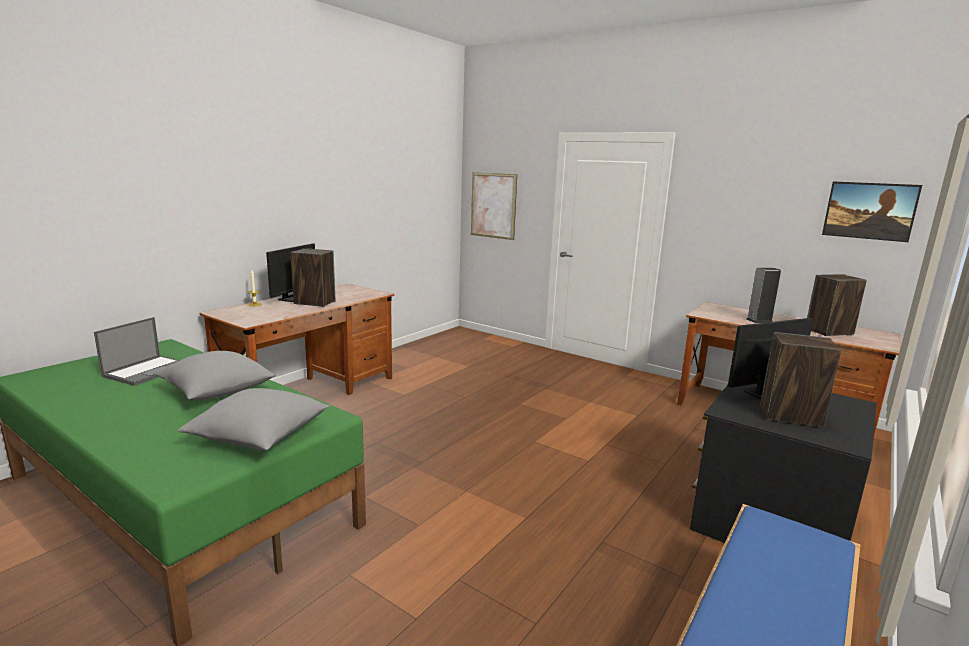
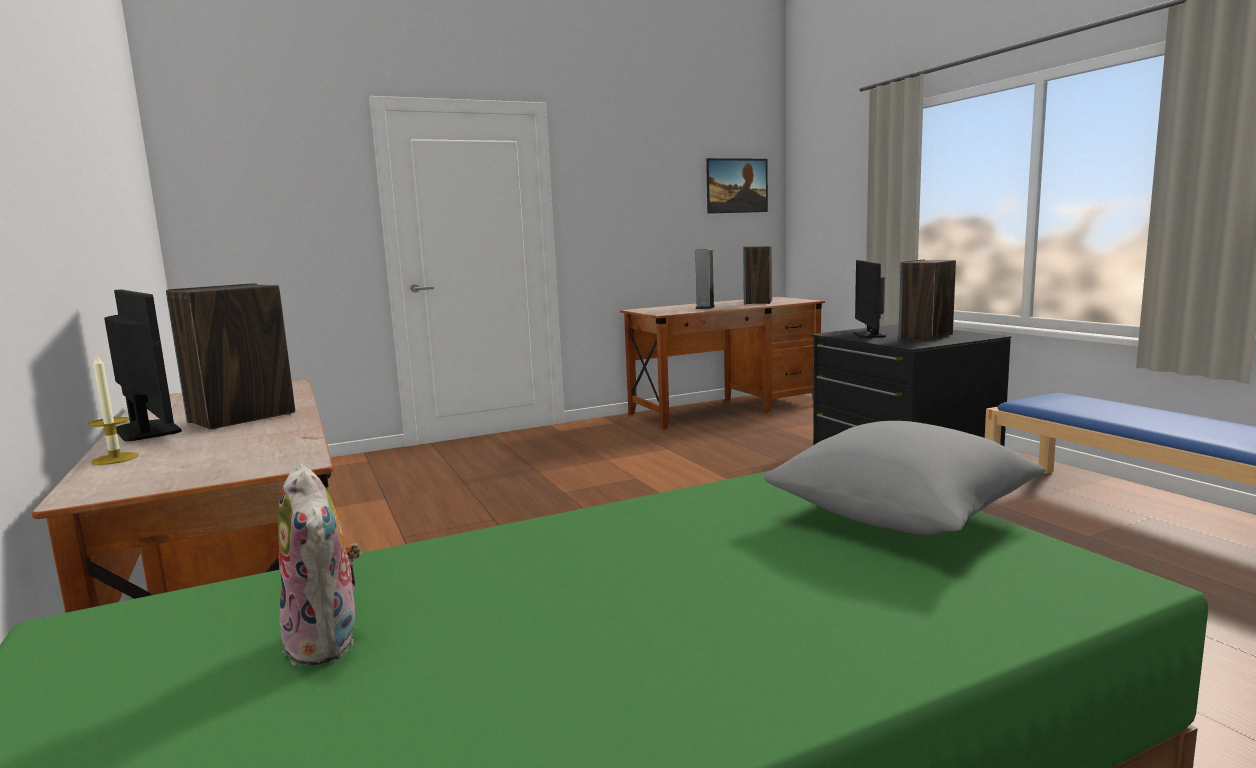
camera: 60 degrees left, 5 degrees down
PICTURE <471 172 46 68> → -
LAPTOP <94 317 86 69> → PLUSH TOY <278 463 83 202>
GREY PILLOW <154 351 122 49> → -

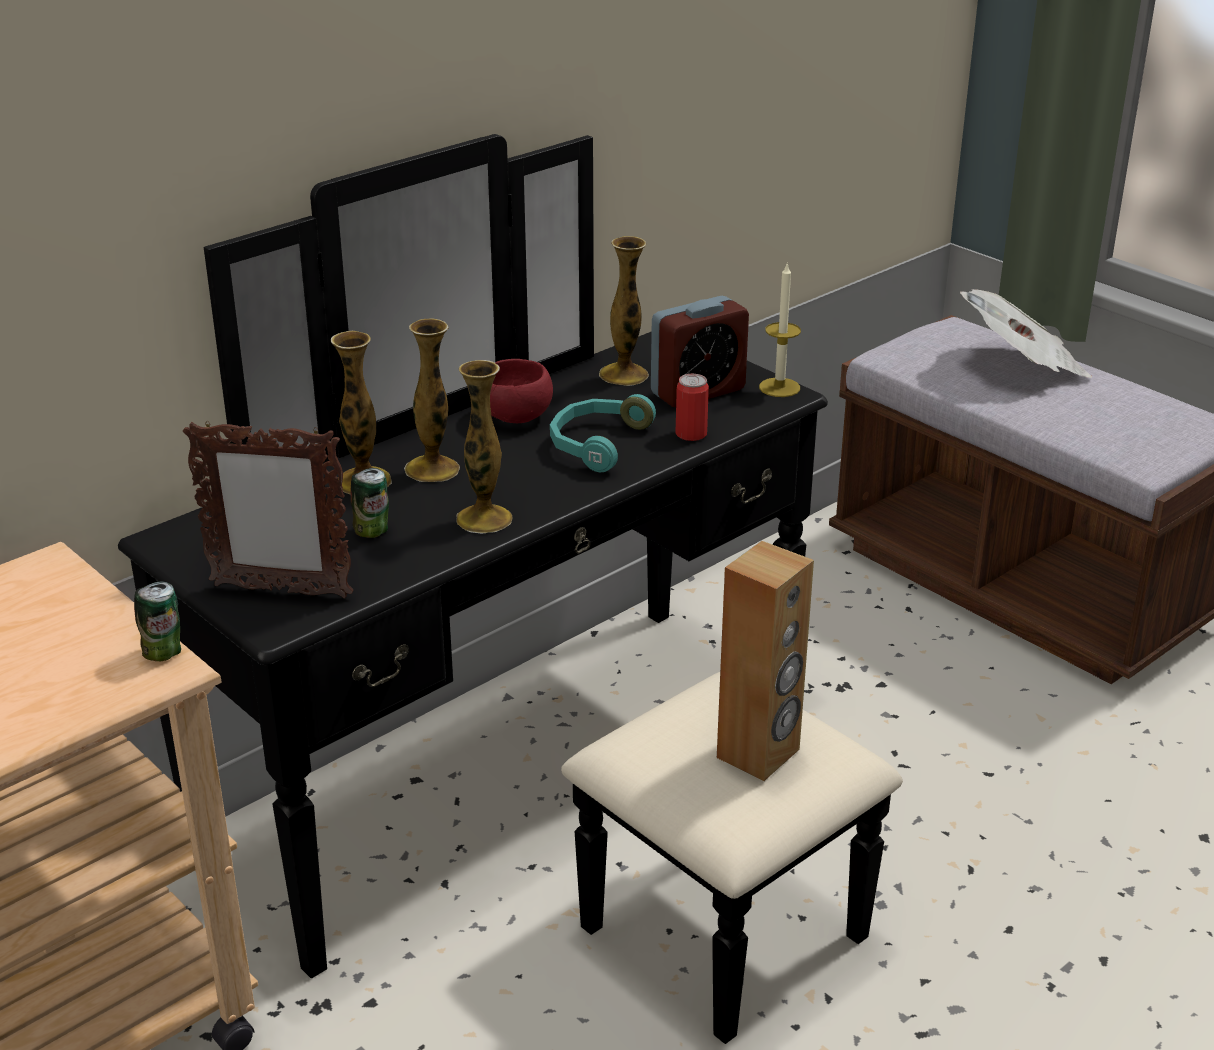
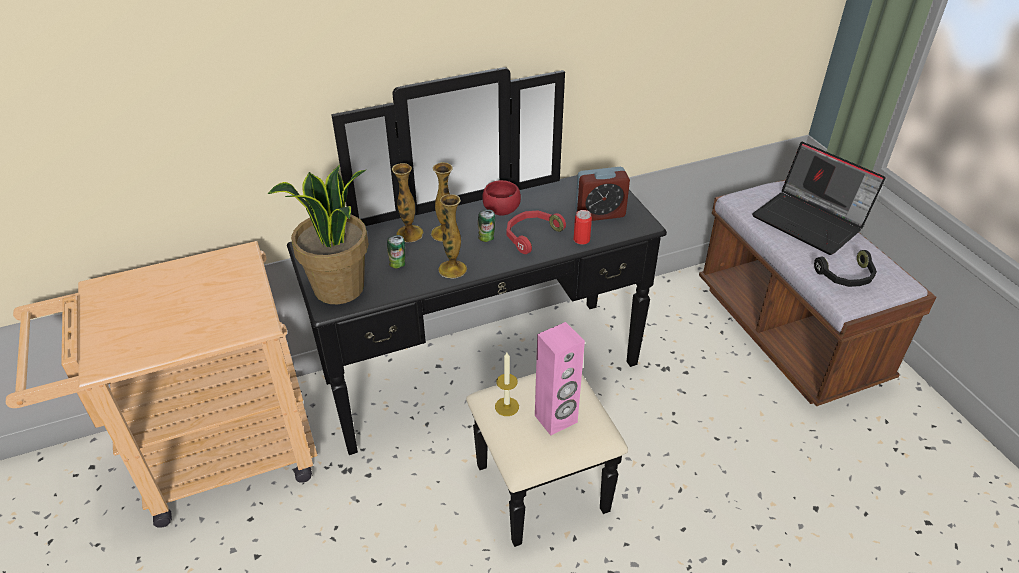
camera: 20 degrees right, 10 degrees up
VASE <599 236 50 150> → -
CANDLE <759 264 42 133> → CANDLE <495 352 24 64>, shifted
NEWSPAPER <960 289 133 89> → LAPTOP <752 142 134 113>
TURQUOISE HEADPHONES <550 394 106 78> → RED HEADPHONES <507 210 59 44>
PICTURE FRAME <183 421 170 178> → POTTED PLANT <267 165 102 139>
BROWN SPEAKER <717 541 97 240> → PINK SPEAKER <535 322 50 113>
CAN <134 581 47 80> → CAN <478 210 18 32>, shifted
- → BLACK HEADPHONES <814 250 63 37>

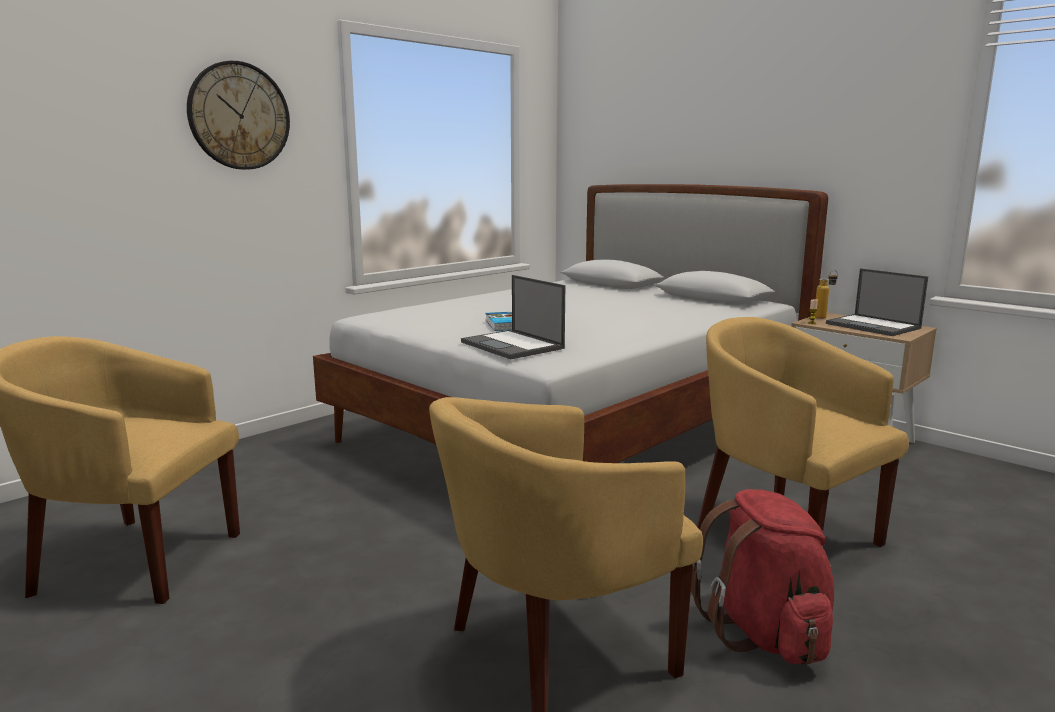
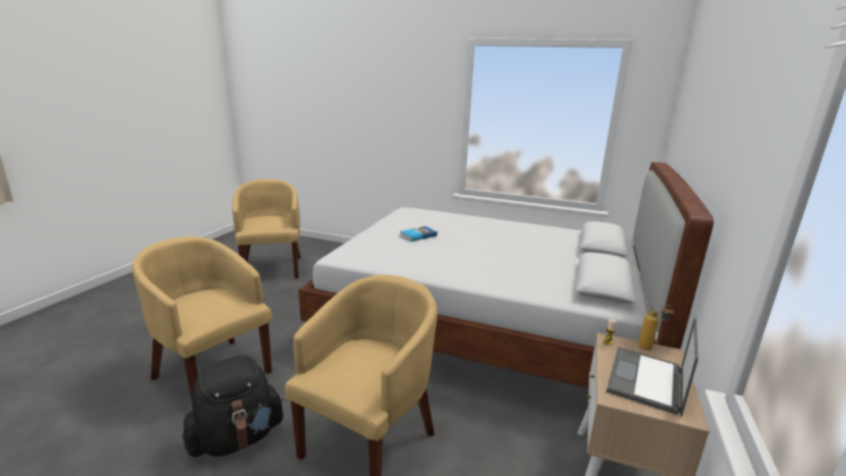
camera: 65 degrees right, 5 degrees up
WALL CLOCK <187 61 103 109> → -
LAPTOP <461 275 104 84> → -
RED BACKPACK <691 489 143 176> → BLACK BACKPACK <182 355 102 102>

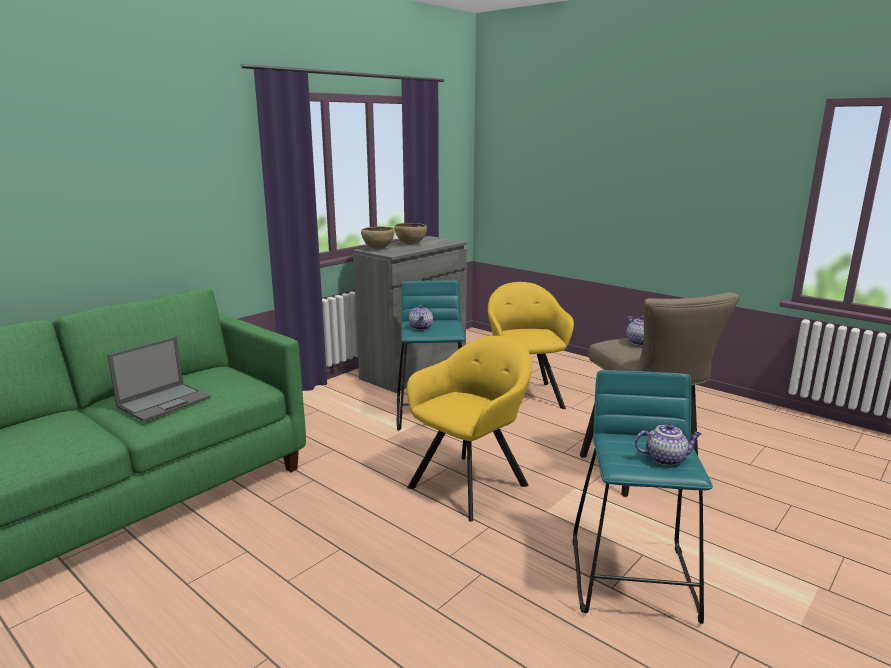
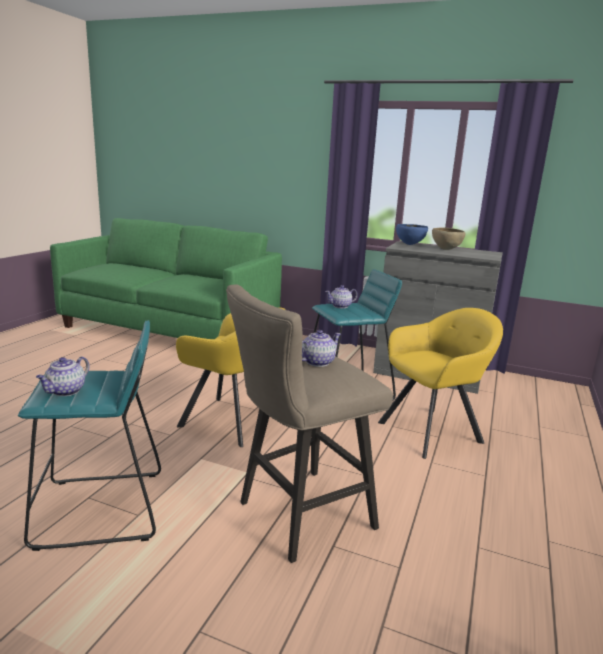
camera: 70 degrees right, 0 degrees up
BROWN BOWL <361 226 34 24> → BLUE BOWL <396 224 32 21>
LAPTOP <107 337 104 85> → -
TEAPOT <634 424 67 42> → TEAPOT <36 357 54 39>, 45 degrees clockwise

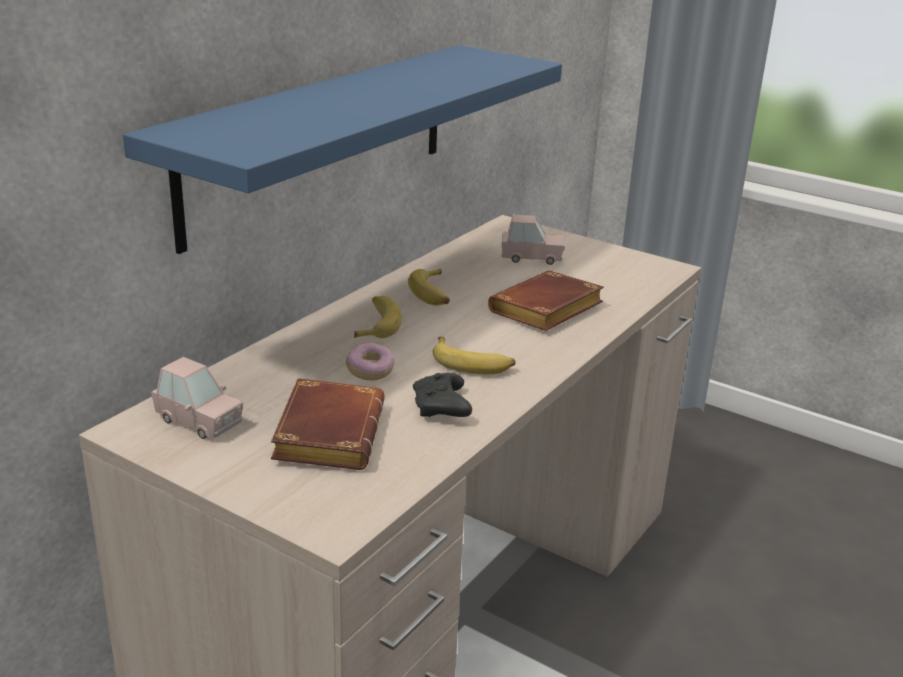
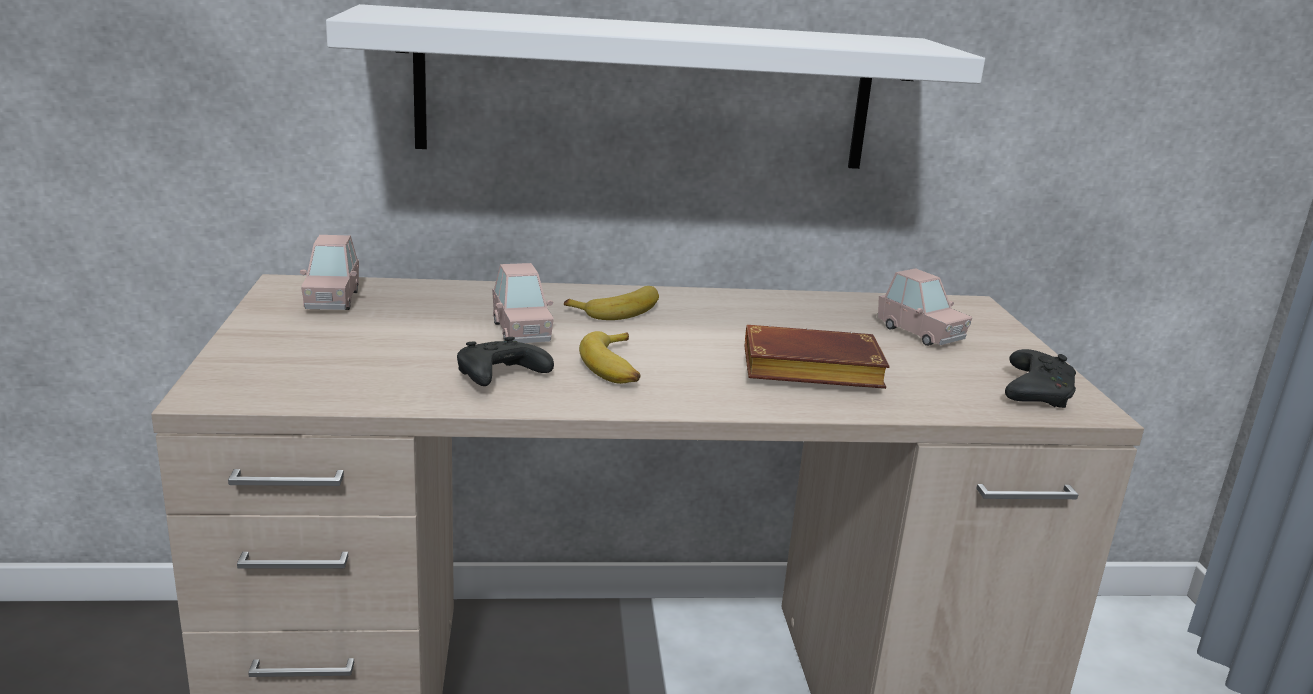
camera: 50 degrees right, 5 degrees down
BLUE SHELF <123 45 439 209> → WHITE SHELF <326 4 659 165>
BANANA <408 269 42 36> → -
DONUT <346 343 49 38> → PINK TOY CAR <492 263 62 80>
BROWN BOOK <271 378 113 92> → -
- → BLACK GAME CONTROLLER <1005 349 71 59>

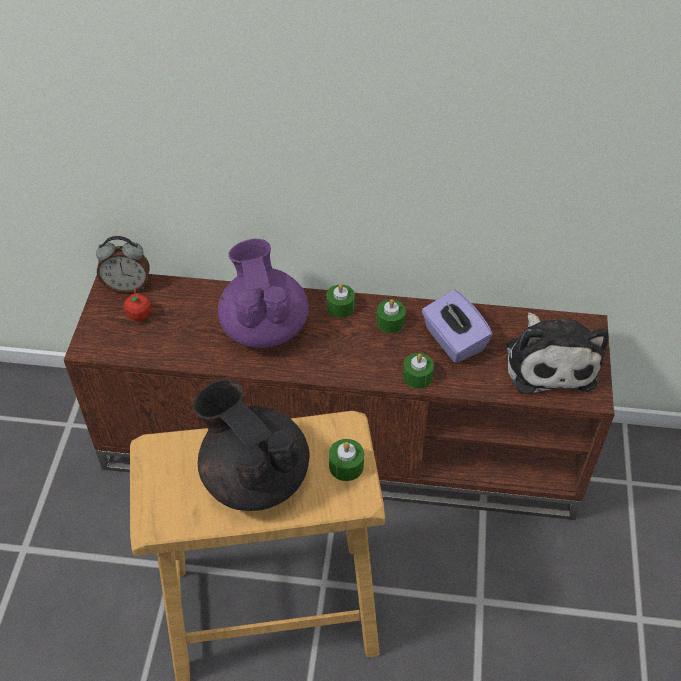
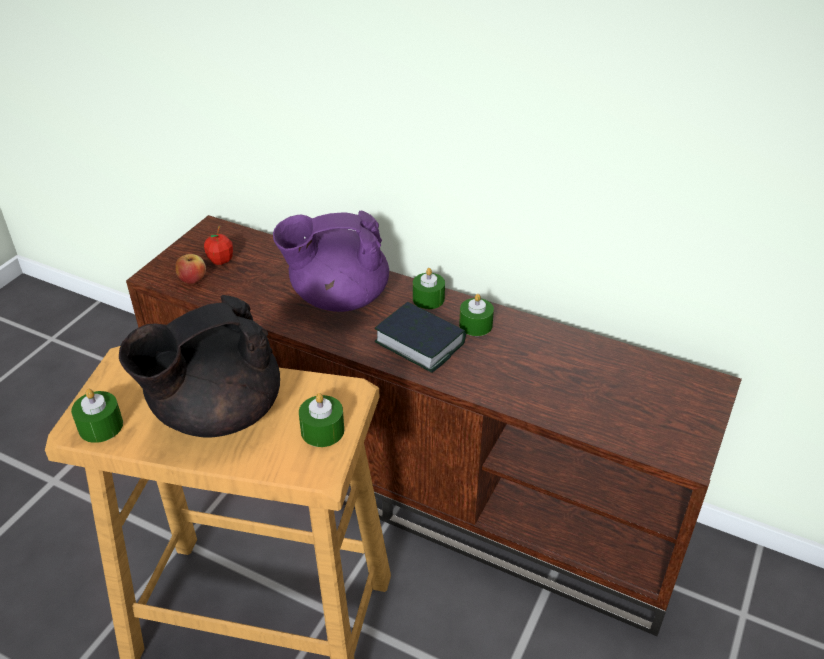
camera: 20 degrees right, 10 degrees down
ALARM CLOCK <96 236 54 58> → -
PURPLE TEAPOT <218 239 91 109> → PURPLE TEAPOT <273 211 116 101>, 105 degrees counterclockwise
PURPLE TISSUE BOX <421 289 72 74> → -
PLUSH TOY <507 313 102 81> → -
GREEN CANDLE <403 353 31 36> → GREEN CANDLE <71 389 52 54>, shifted
BLACK TEAPOT <193 379 117 132> → BLACK TEAPOT <119 295 161 143>, 105 degrees counterclockwise
- → APPLE <175 254 31 30>
- → BOOK <375 302 91 71>

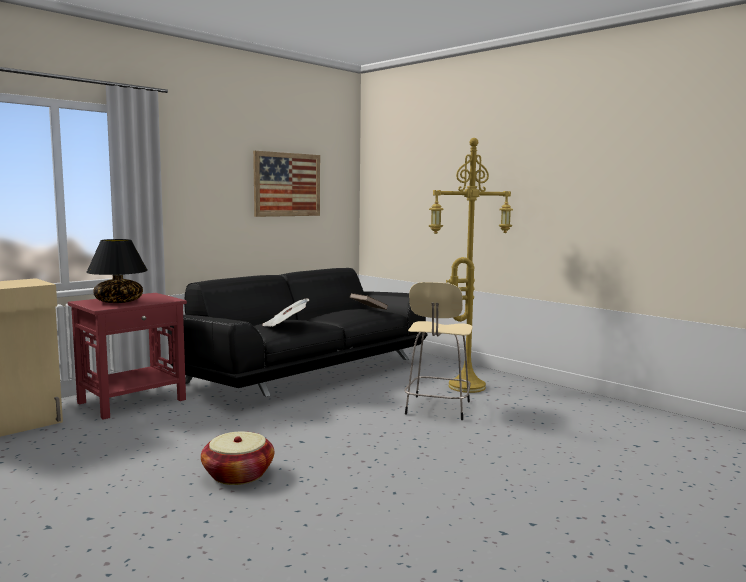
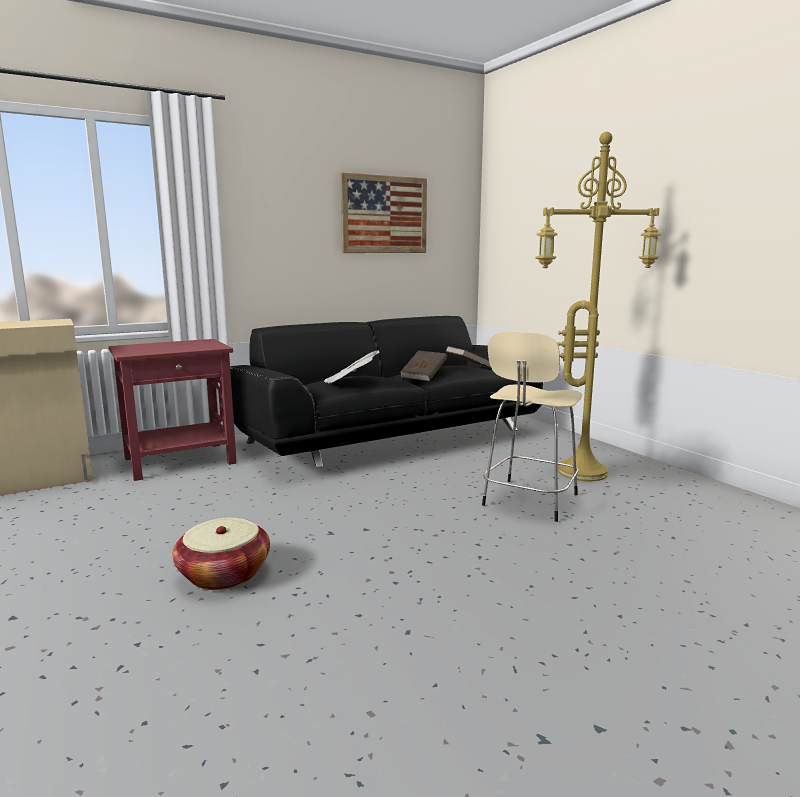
camera: 15 degrees right, 5 degrees up
BLACK TABLE LAMP <86 239 62 64> → -
- → BROWN BOOK <400 351 47 30>

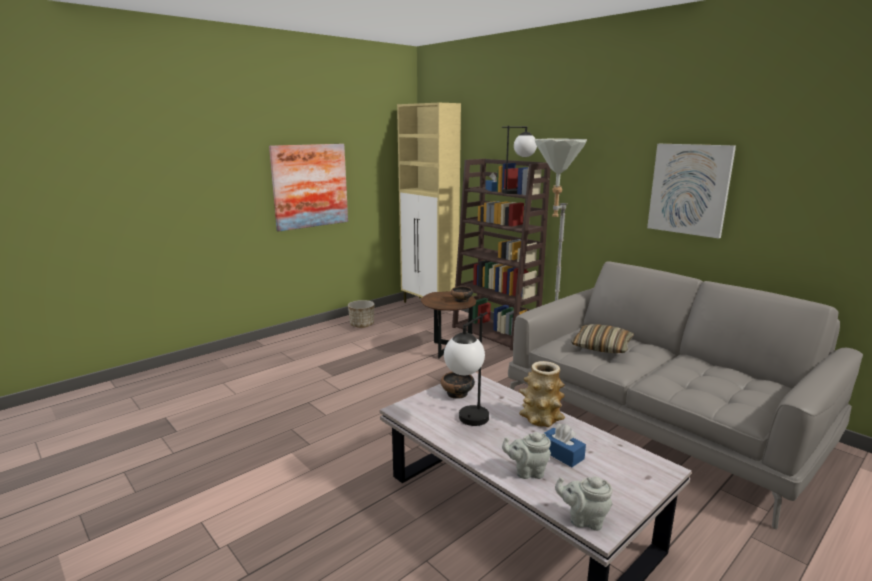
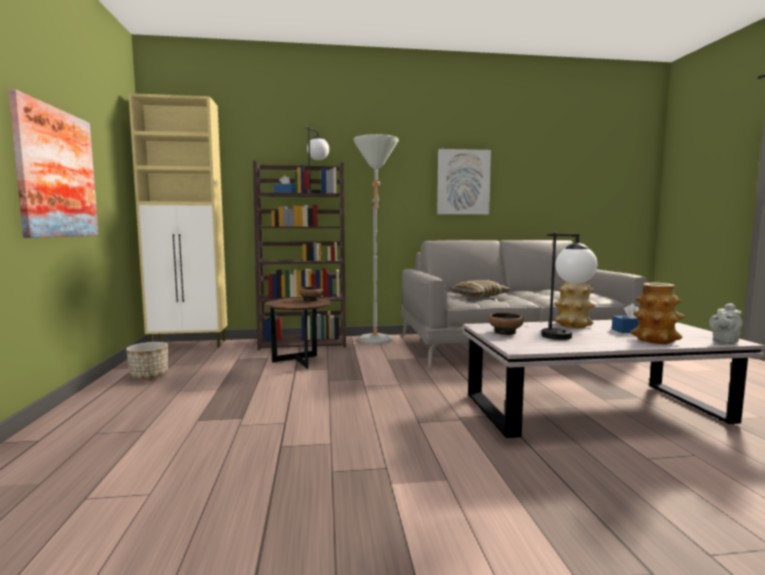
camera: 55 degrees left, 10 degrees down
GREY TEAPOT <502 432 49 47> → VASE <630 282 55 62>

